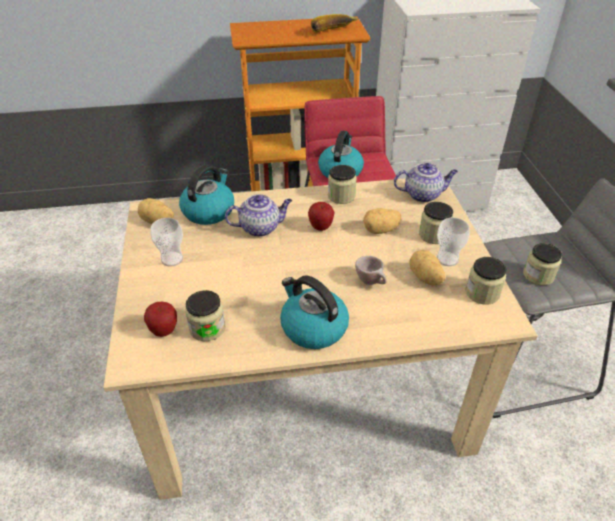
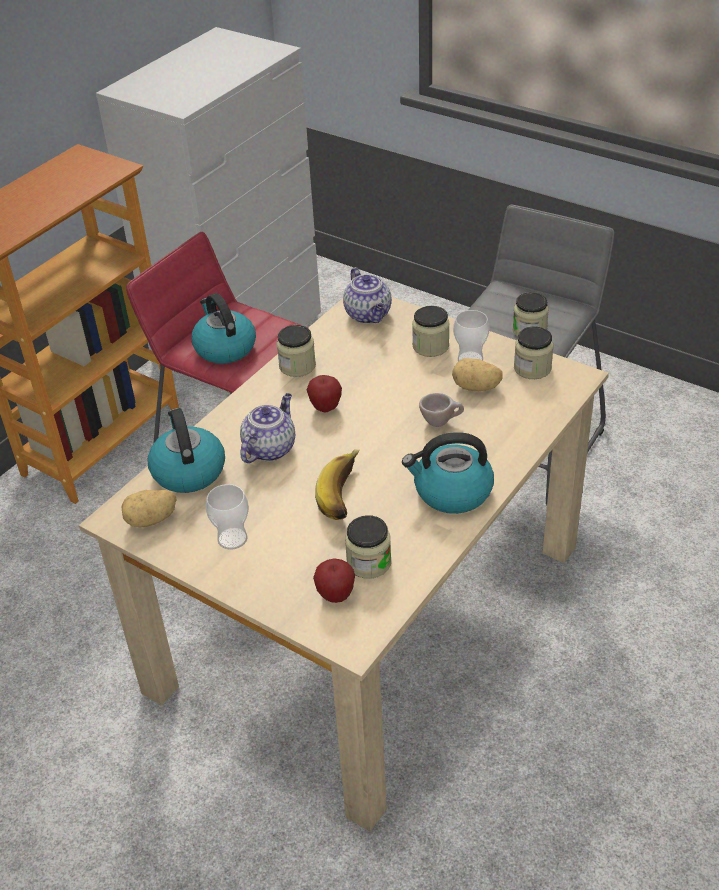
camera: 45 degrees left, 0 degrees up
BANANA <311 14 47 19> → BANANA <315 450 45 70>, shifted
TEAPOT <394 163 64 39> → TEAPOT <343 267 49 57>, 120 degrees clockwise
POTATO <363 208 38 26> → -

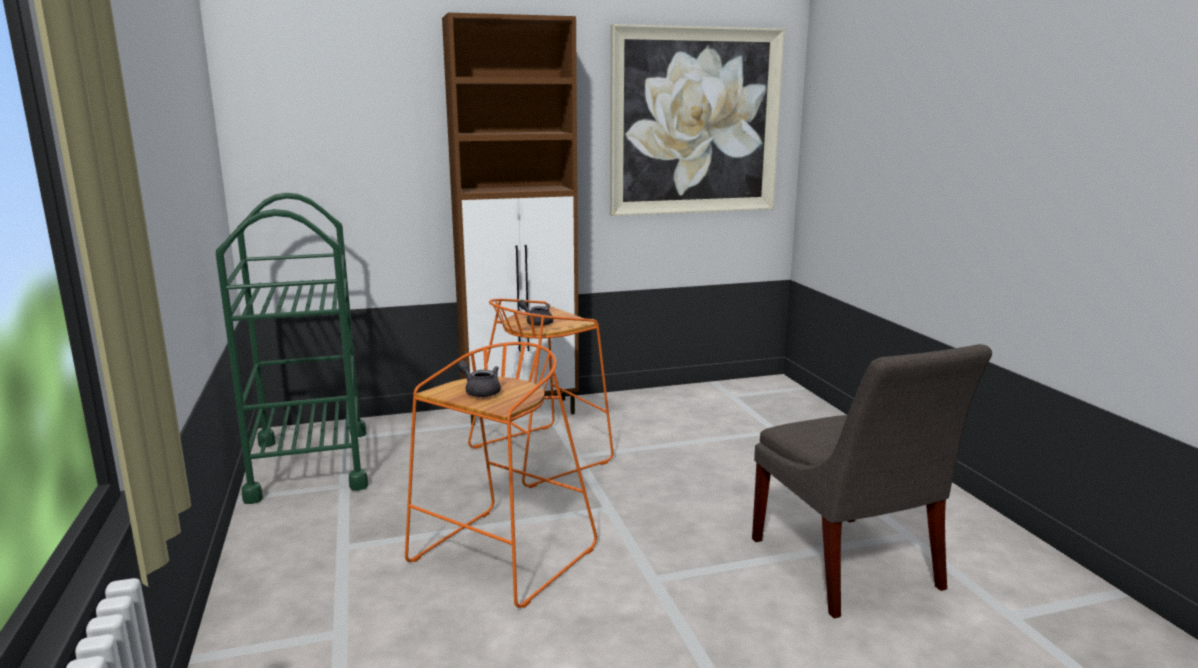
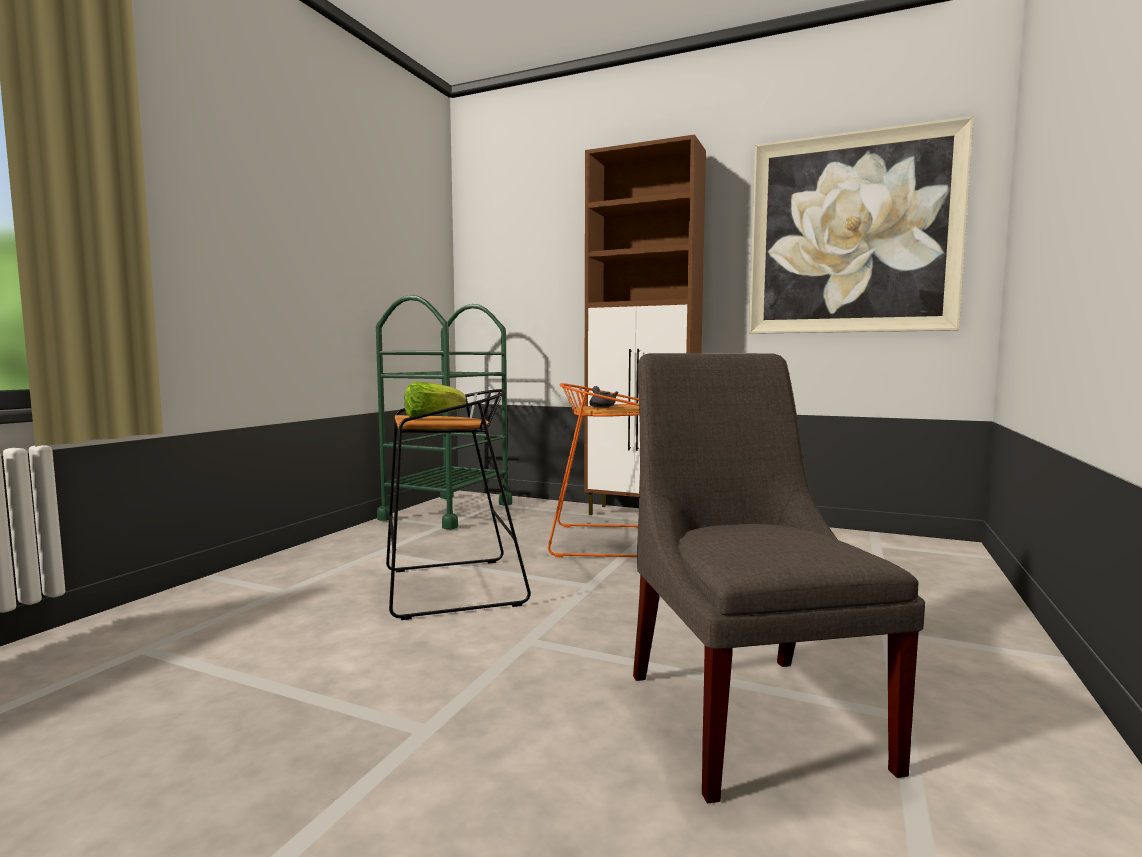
camera: 40 degrees right, 10 degrees down
ORANGE STOOL <405 342 192 266> → BLACK STOOL <386 389 145 231>
GREY CHAIR <752 344 240 274> → GREY CHAIR <633 353 292 450>, 150 degrees clockwise
GREY TEAPOT <457 360 44 37> → LETTUCE <404 382 62 35>

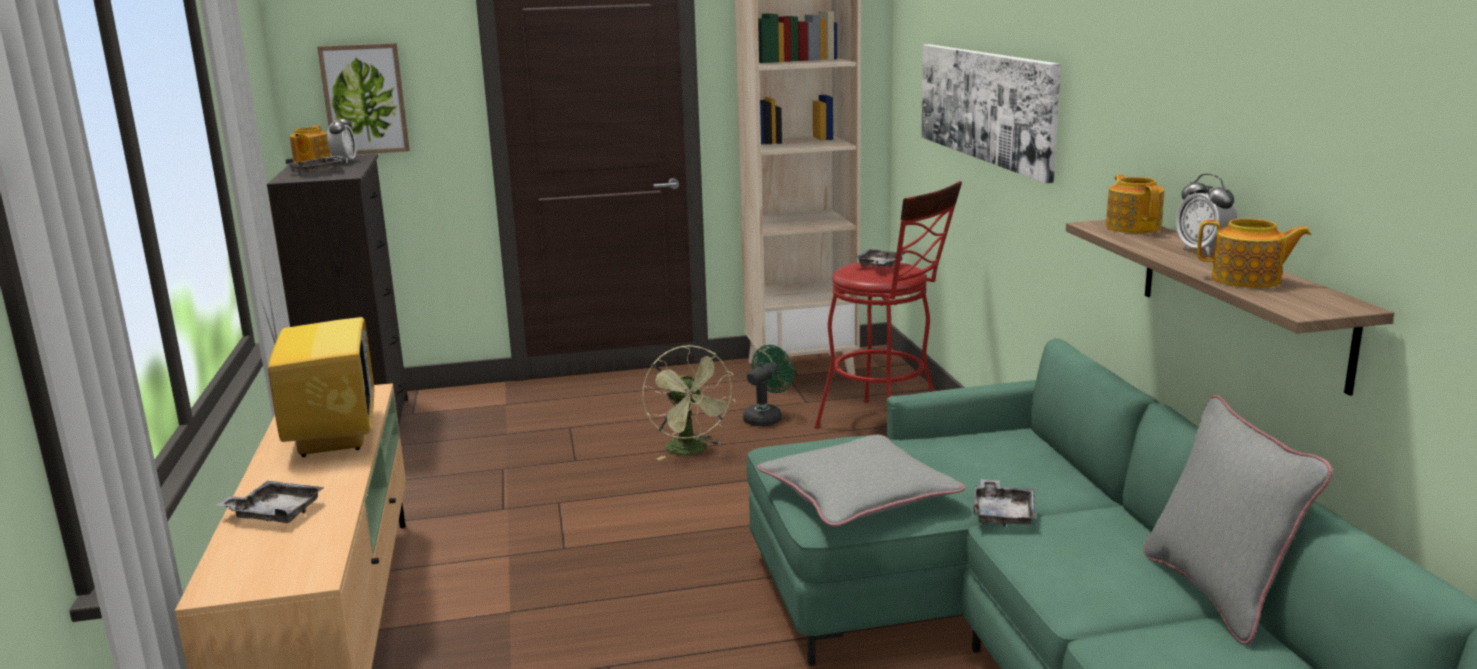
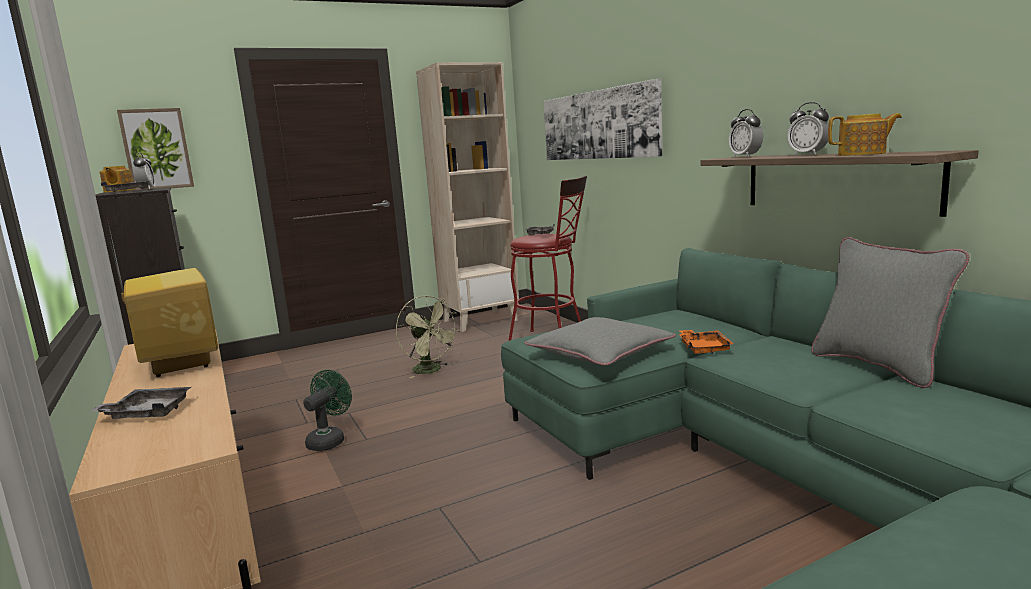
camera: 15 degrees left, 5 degrees down
TEAPOT <1106 174 58 59> → ALARM CLOCK <729 109 34 48>
GREEN FAN <743 345 51 82> → GREEN FAN <303 370 49 81>, shifted
GREY TRAY <973 479 63 48> → ORANGE TRAY <679 330 55 24>

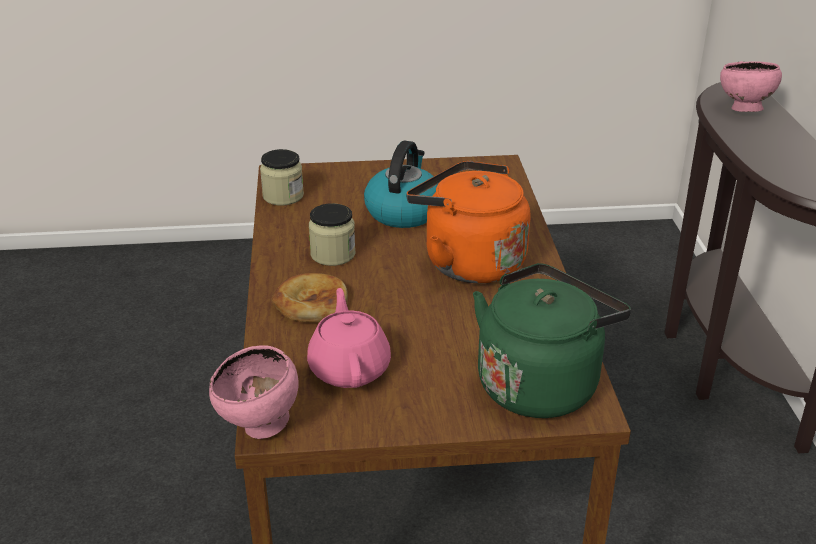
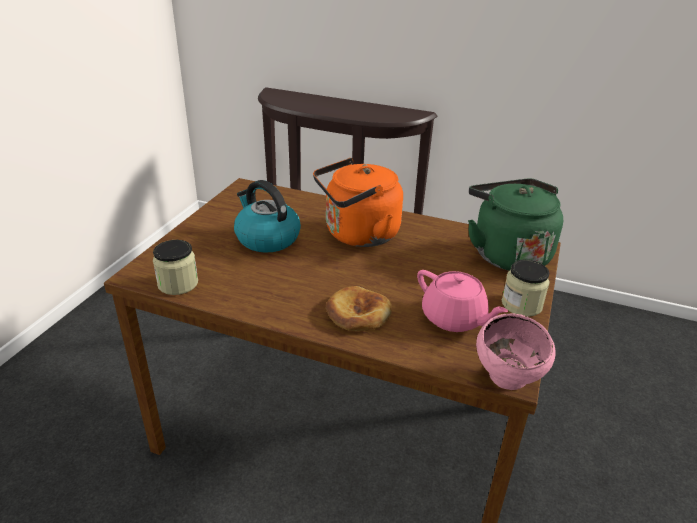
camera: 65 degrees left, 0 degrees up
PINK BOWL <720 61 62 51> → -
JAR <309 203 47 63> → JAR <502 260 48 57>, shifted
PINK TEAPOT <307 288 84 100> → PINK TEAPOT <417 270 91 62>, 150 degrees counterclockwise

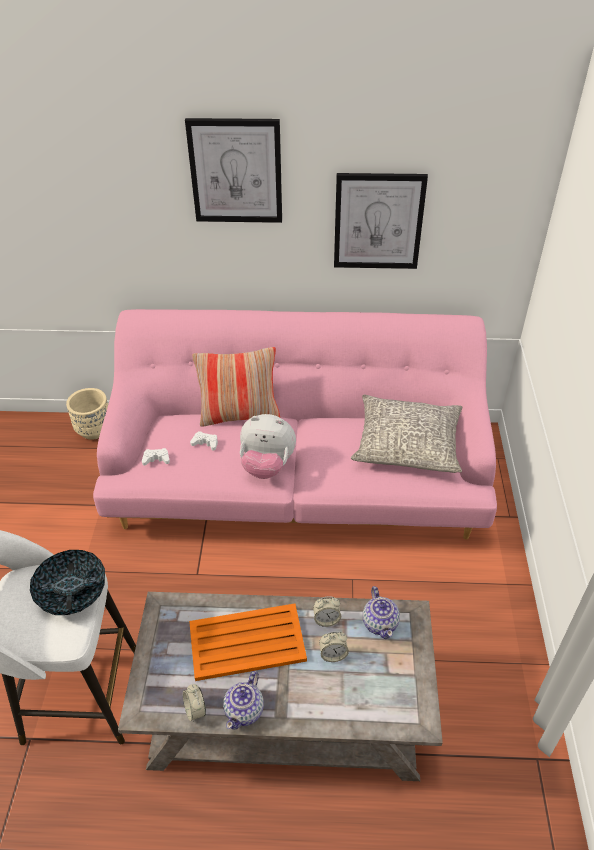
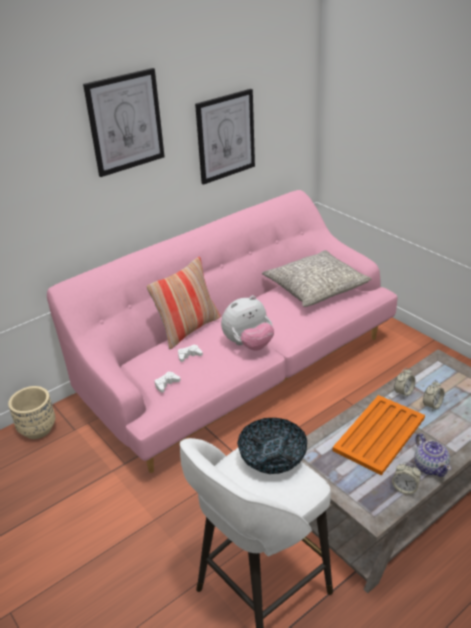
camera: 40 degrees left, 10 degrees down
TEAPOT <363 586 37 53> → -

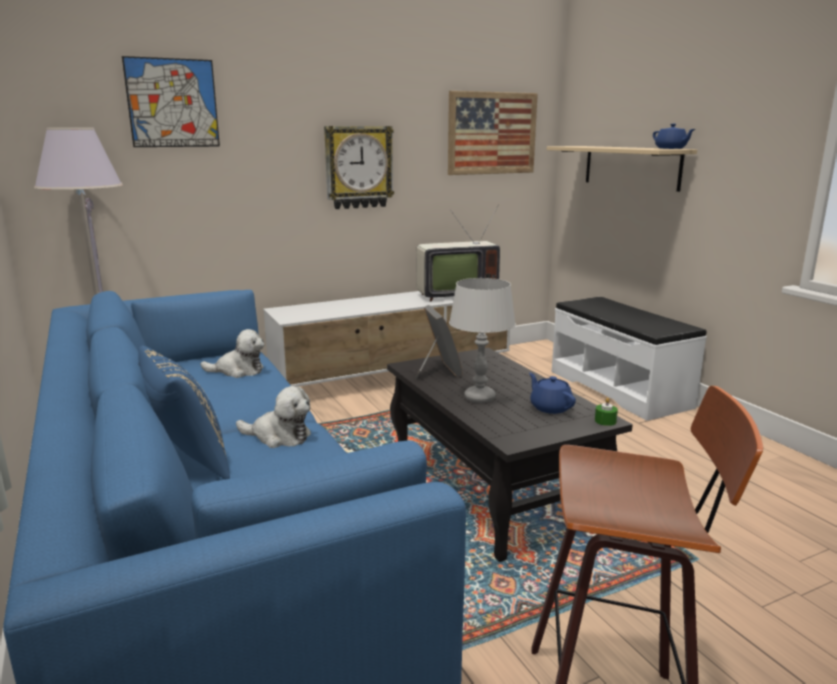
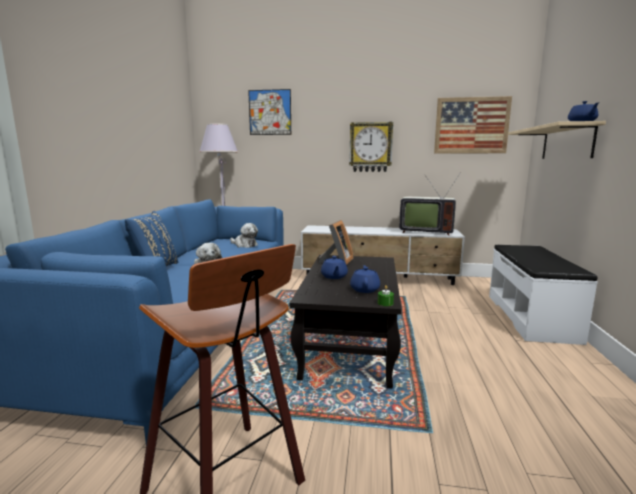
camera: 35 degrees right, 5 degrees down
GREY TABLE LAMP <449 278 67 125> → BLUE TEAPOT <321 256 27 23>

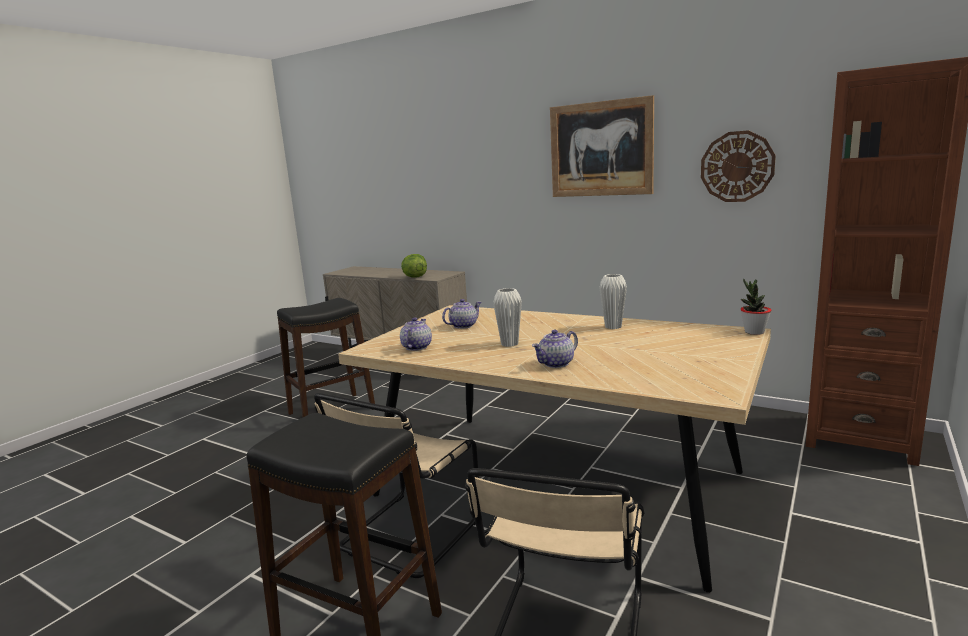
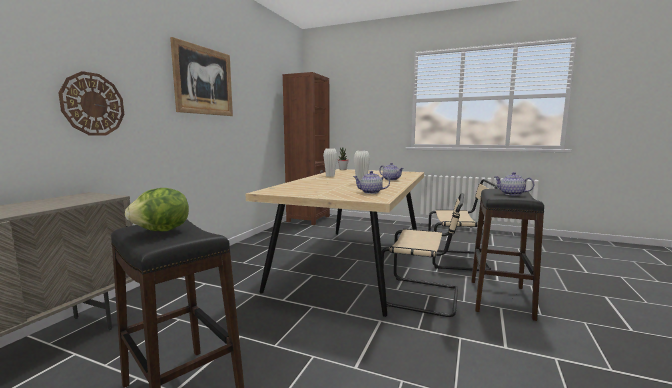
camera: 100 degrees left, 5 degrees down
WALL CLOCK <701 130 75 72> → WALL CLOCK <59 71 65 65>, shifted
LETTUCE <401 254 26 23> → LETTUCE <125 188 64 43>, shifted
TEAPOT <442 299 40 30> → TEAPOT <495 172 39 24>, shifted

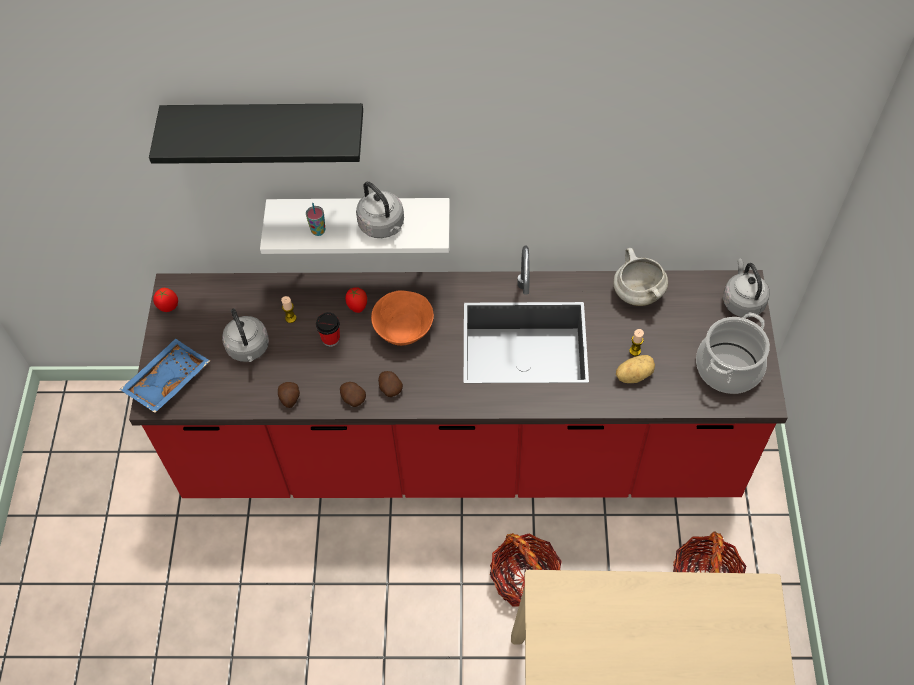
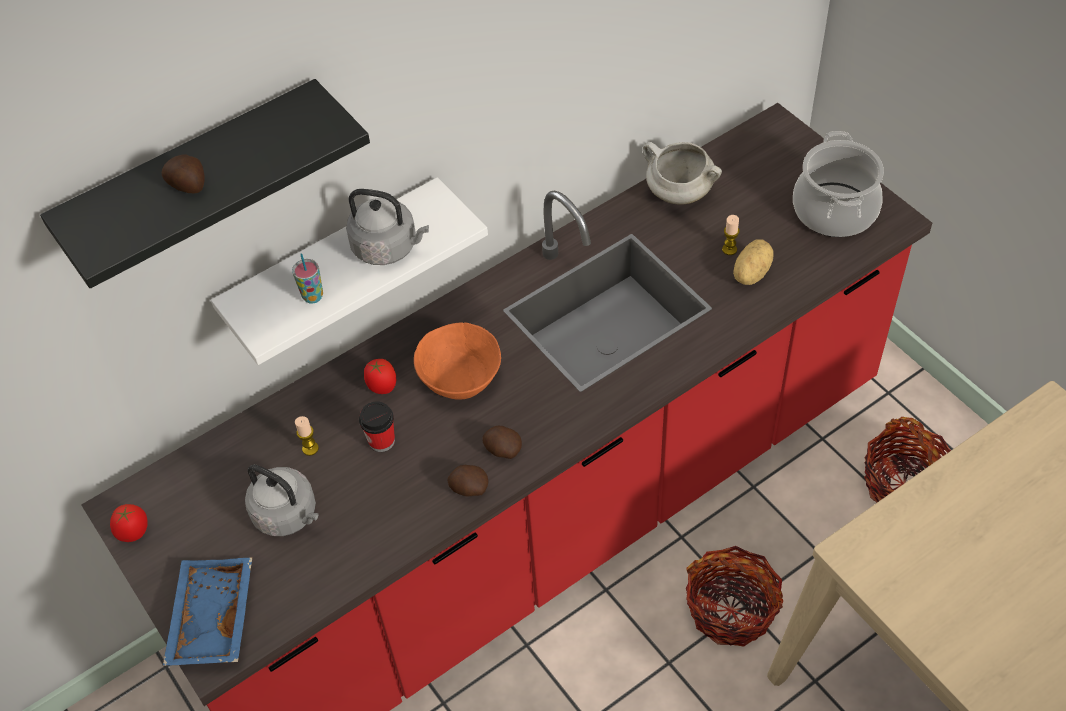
camera: 35 degrees left, 5 degrees down
GREY KETTLE <723 258 47 60> → -
POTATO <278 382 22 26> → POTATO <162 154 42 39>, shifted

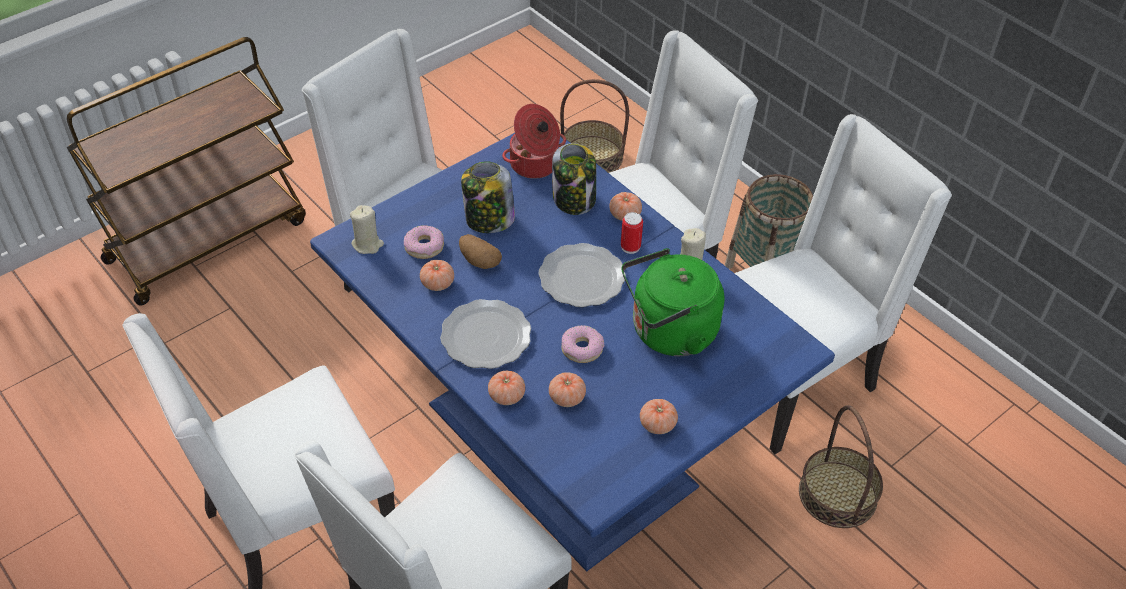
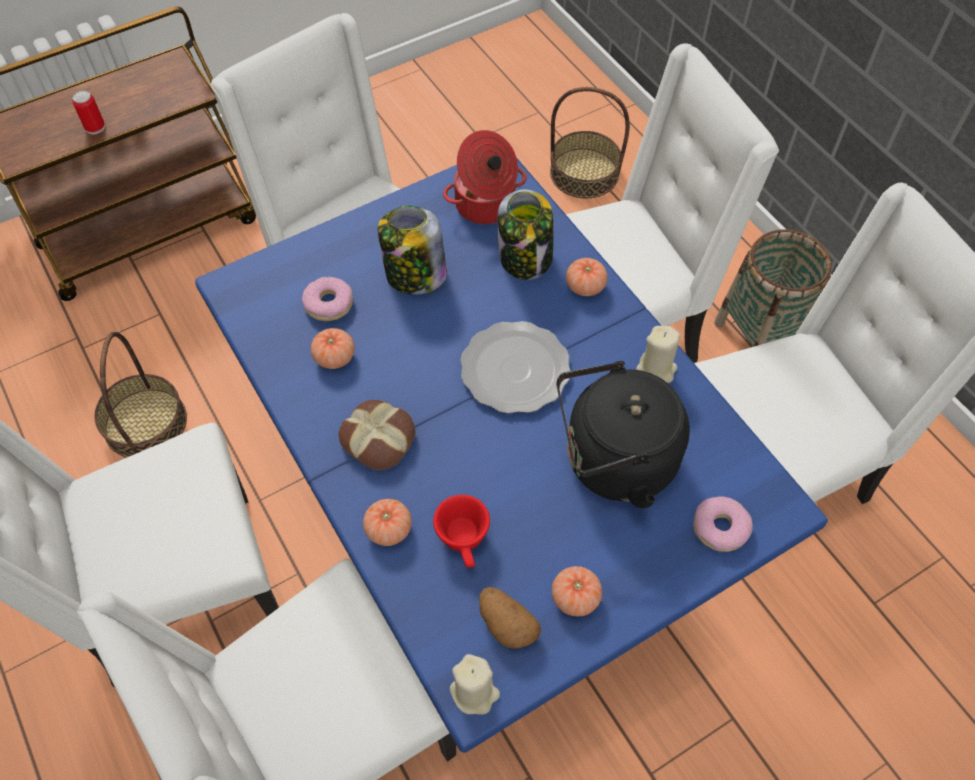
camera: 10 degrees right, 10 degrees up
BEIGE CANDLE <350 205 34 49> → BEIGE CANDLE <450 654 50 61>, shifted
CAN <621 212 22 42> → CAN <72 91 33 43>, shifted
POTATO <459 234 43 35> → POTATO <479 587 62 62>, shifted
GREEN KETTLE <622 248 103 108> → BLACK KETTLE <557 361 133 147>
PLATE <440 299 91 70> → BREAD <339 400 77 70>
DONUT <561 325 43 38> → DONUT <693 496 60 56>, shifted
TOMATO <549 372 37 35> → RED CUP <433 495 57 73>
BASKET <799 405 84 123> → BASKET <94 332 93 126>, shifted

